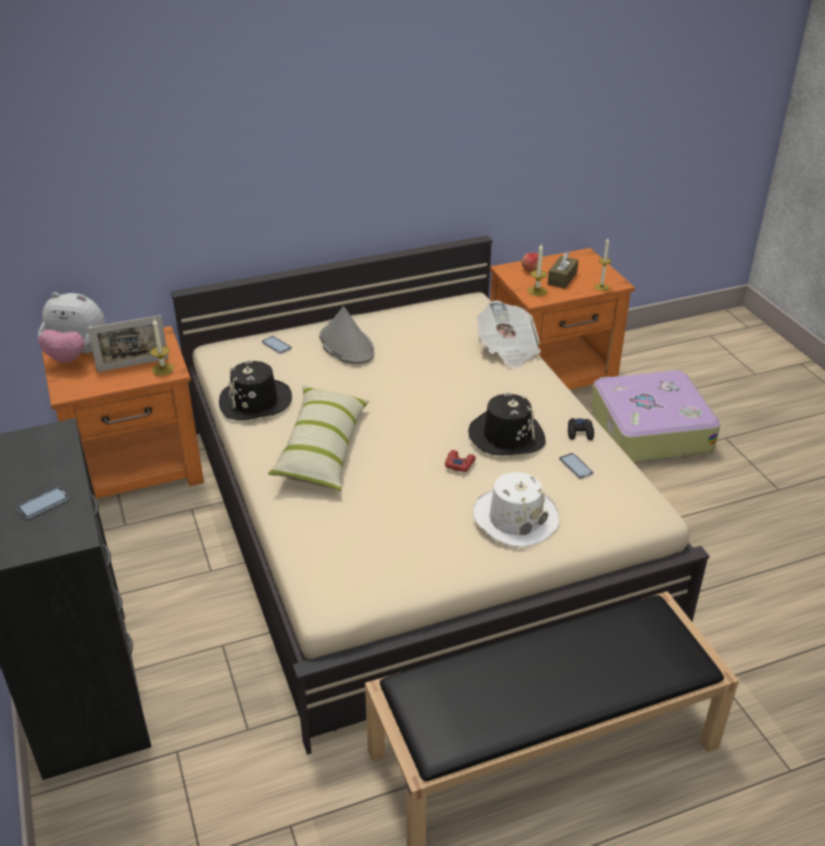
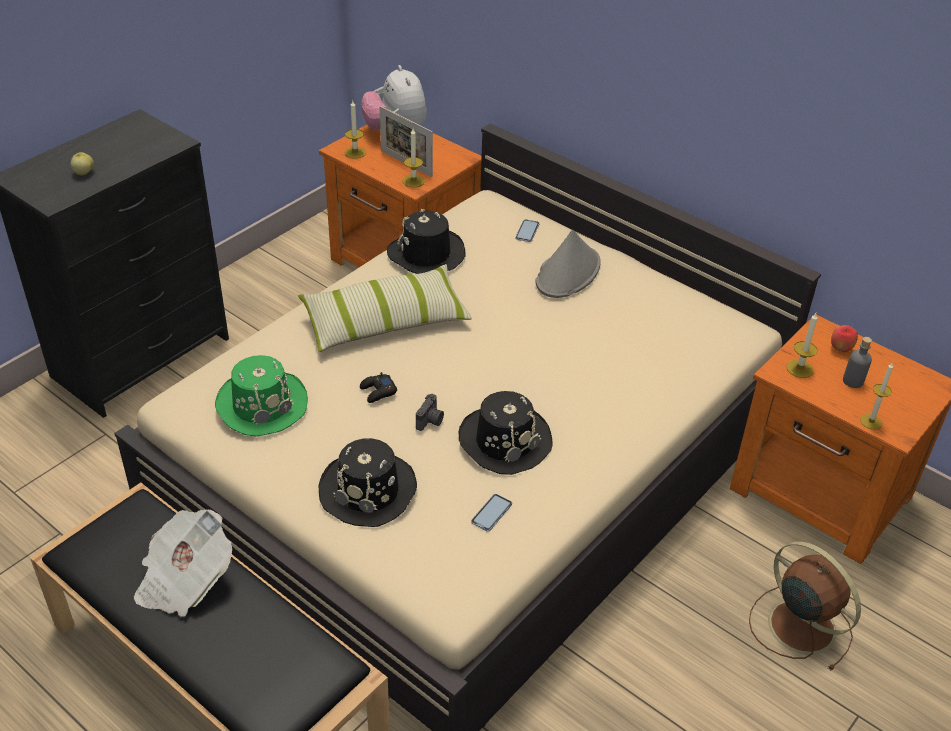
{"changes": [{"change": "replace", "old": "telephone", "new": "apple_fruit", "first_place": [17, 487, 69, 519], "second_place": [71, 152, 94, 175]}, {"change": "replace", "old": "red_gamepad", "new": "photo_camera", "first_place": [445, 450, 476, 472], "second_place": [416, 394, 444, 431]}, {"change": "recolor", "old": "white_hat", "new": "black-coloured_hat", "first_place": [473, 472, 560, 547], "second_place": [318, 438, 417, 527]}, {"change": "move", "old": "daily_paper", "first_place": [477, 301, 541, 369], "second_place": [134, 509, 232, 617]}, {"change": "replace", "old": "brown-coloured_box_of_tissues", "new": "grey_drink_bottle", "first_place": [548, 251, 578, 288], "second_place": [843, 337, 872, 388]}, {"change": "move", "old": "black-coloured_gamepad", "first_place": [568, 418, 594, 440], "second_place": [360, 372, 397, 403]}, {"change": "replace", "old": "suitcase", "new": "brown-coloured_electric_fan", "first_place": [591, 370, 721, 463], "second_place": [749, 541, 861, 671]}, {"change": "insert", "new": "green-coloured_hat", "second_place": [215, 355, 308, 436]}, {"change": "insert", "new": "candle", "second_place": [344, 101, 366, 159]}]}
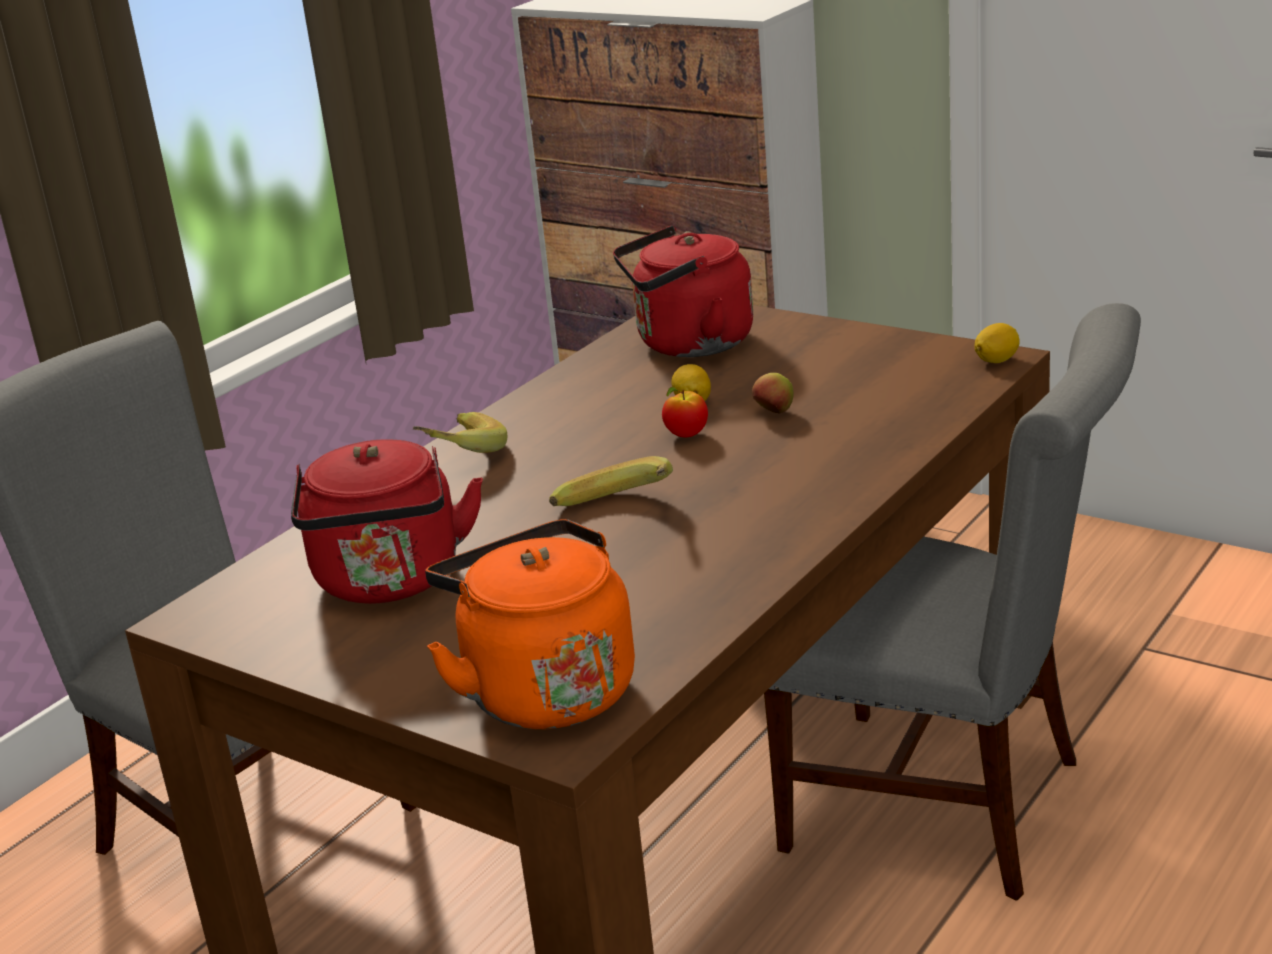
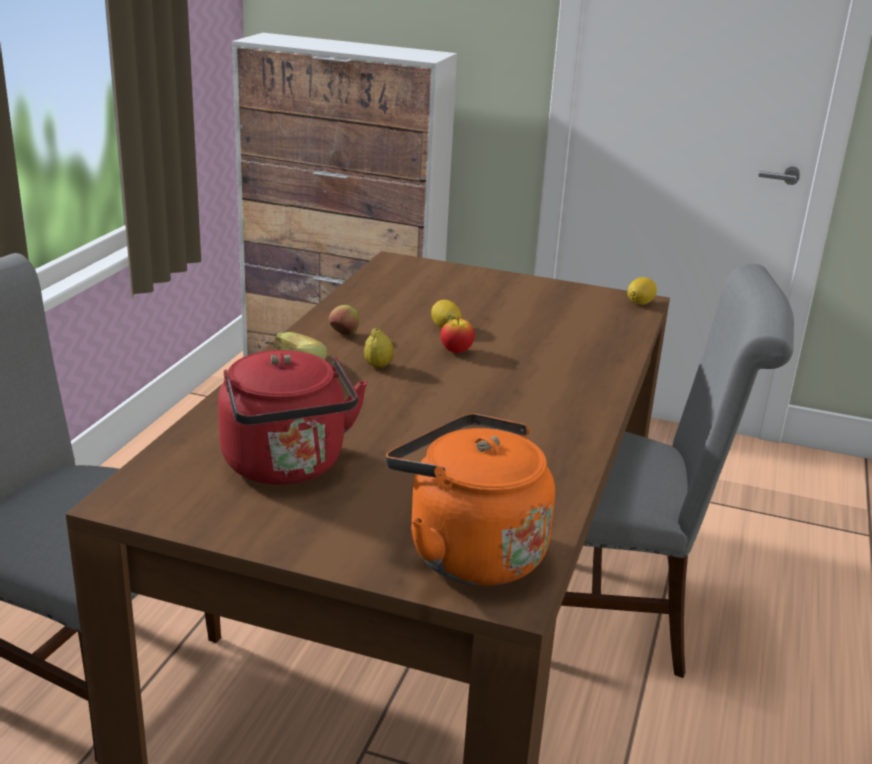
{"changes": [{"change": "delete", "old": "banana_fruit", "first_place": [549, 456, 673, 506]}, {"change": "delete", "old": "red_kettle", "first_place": [613, 226, 753, 357]}, {"change": "move", "old": "apple_fruit", "first_place": [752, 373, 794, 413], "second_place": [329, 305, 359, 335]}, {"change": "insert", "new": "whole_lemon", "second_place": [364, 328, 394, 368]}]}
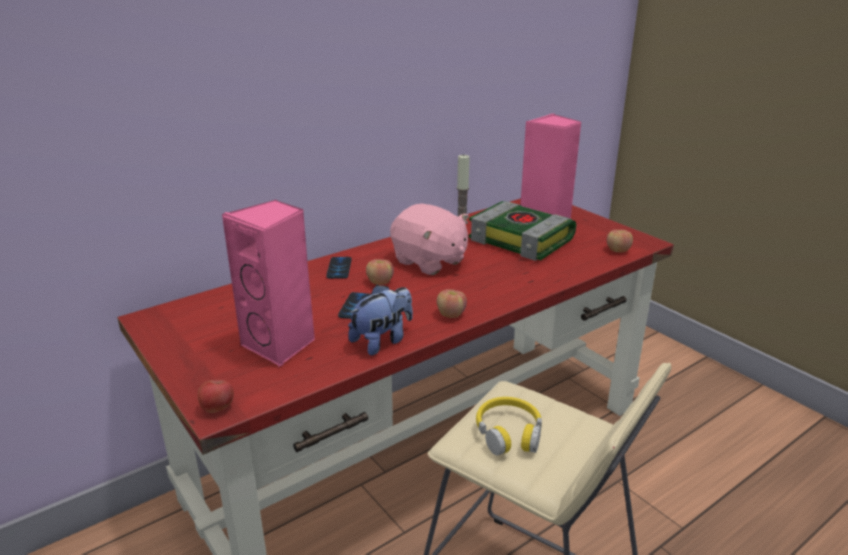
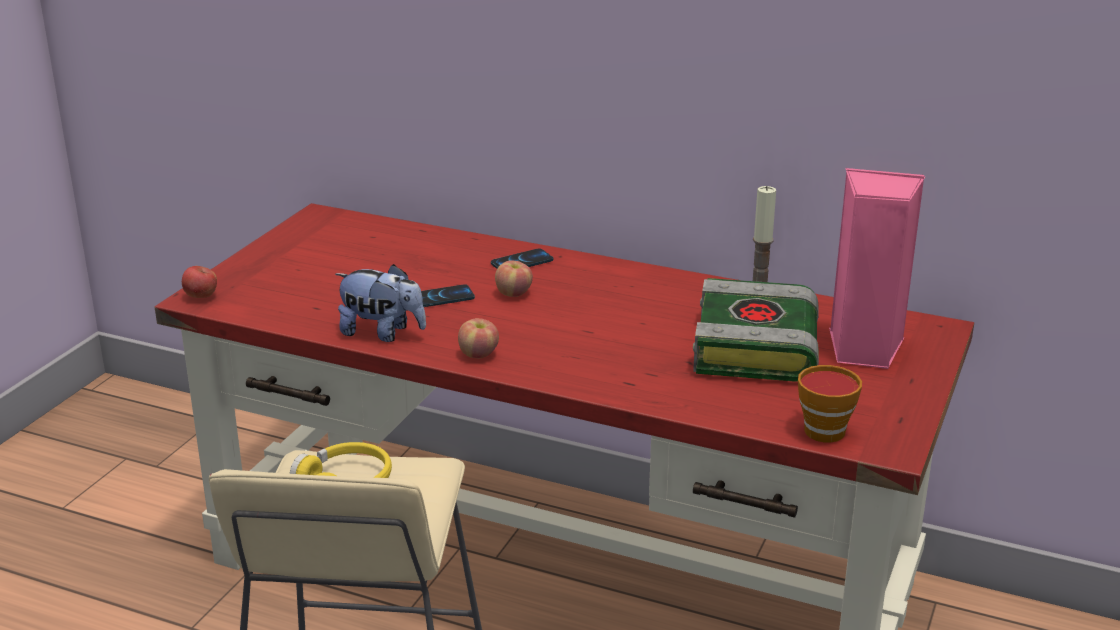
{"changes": [{"change": "delete", "old": "pinkish_speaker", "first_place": [222, 200, 315, 367]}, {"change": "delete", "old": "pinkish_cuddly_toy", "first_place": [390, 204, 469, 275]}, {"change": "replace", "old": "apple_fruit", "new": "drinking_cup", "first_place": [606, 230, 633, 252], "second_place": [798, 365, 862, 443]}]}
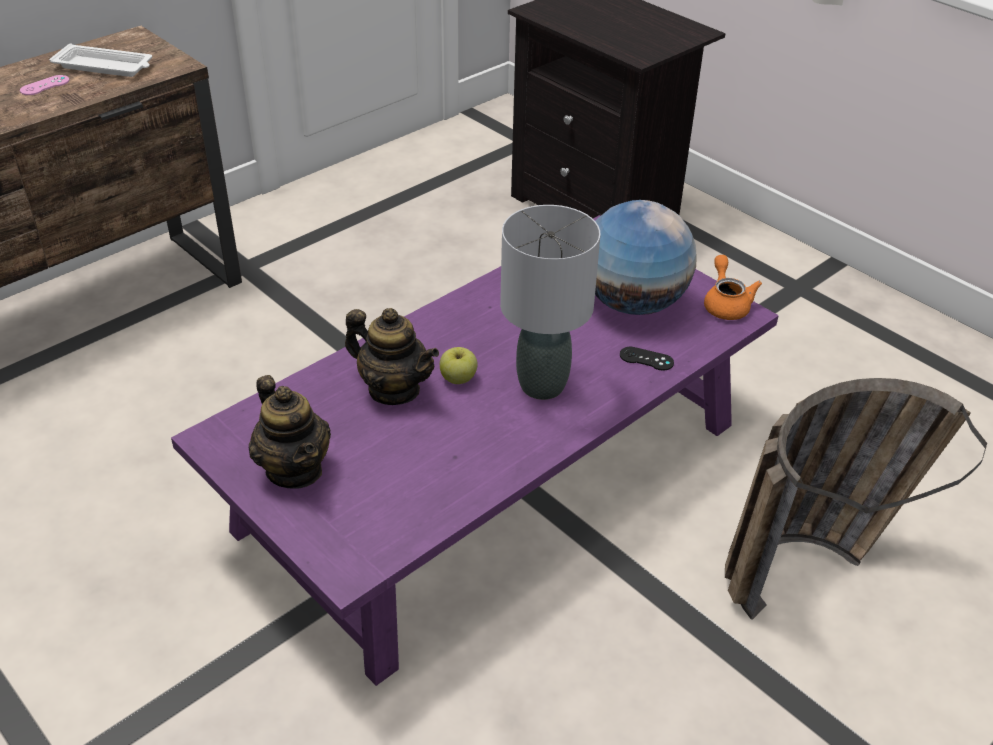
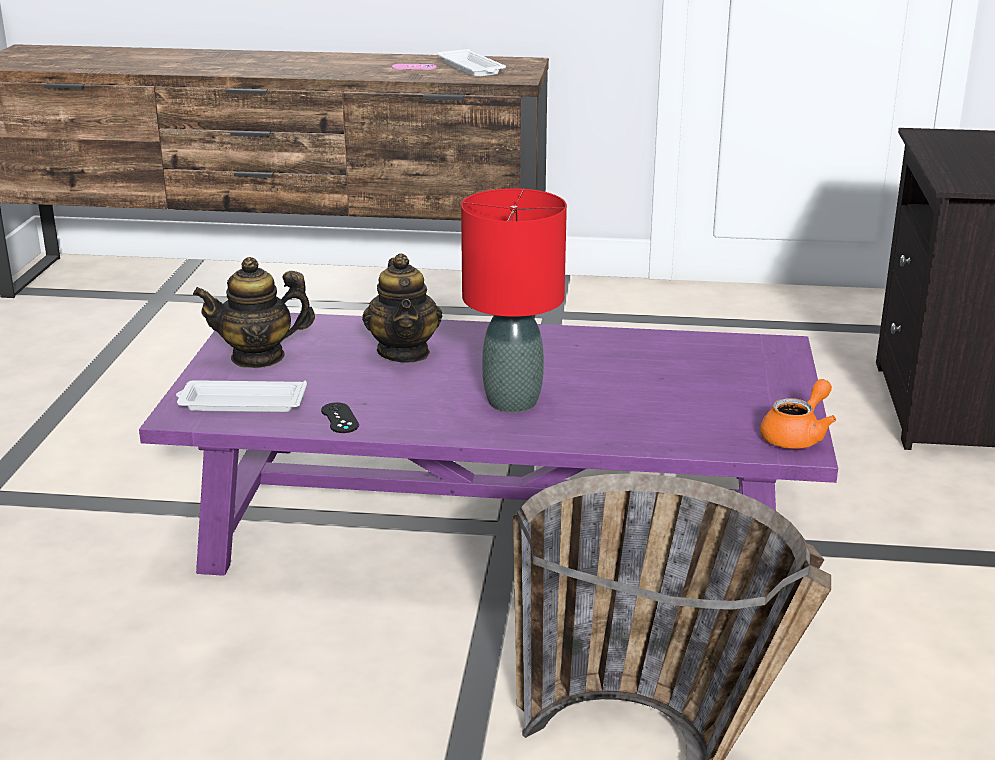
{"changes": [{"change": "rotate", "old": "pot_for_tea", "first_place": [249, 375, 331, 489], "second_place": [193, 257, 315, 368], "degrees": 60}, {"change": "delete", "old": "apple_fruit", "first_place": [440, 347, 478, 384]}, {"change": "recolor", "old": "grey_lamp_for_a_table", "new": "red_lamp_for_a_table", "first_place": [500, 205, 601, 400], "second_place": [461, 188, 567, 412]}, {"change": "delete", "old": "world_globe", "first_place": [595, 200, 696, 315]}, {"change": "move", "old": "black-coloured_gamepad", "first_place": [620, 347, 674, 371], "second_place": [321, 403, 359, 433]}, {"change": "insert", "new": "white_serving_tray", "second_place": [176, 380, 307, 412]}]}
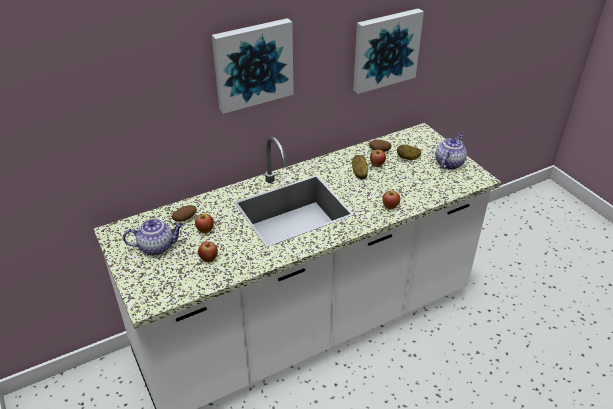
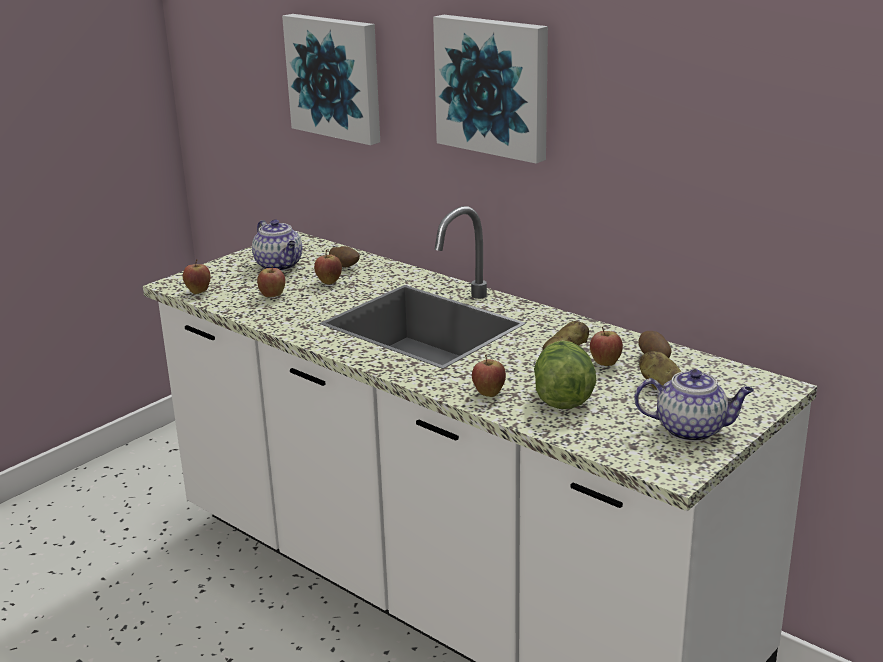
{"changes": [{"change": "move", "old": "wall_picture", "first_place": [353, 8, 424, 94], "second_place": [282, 14, 380, 145]}, {"change": "insert", "new": "apple_fruit", "second_place": [183, 259, 211, 294]}, {"change": "insert", "new": "lettuce", "second_place": [534, 341, 596, 409]}]}
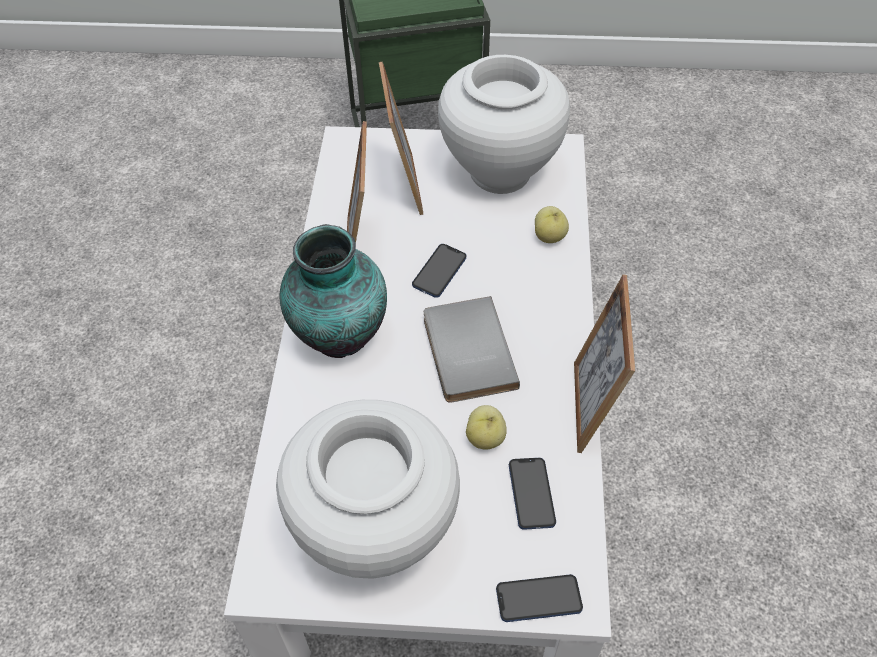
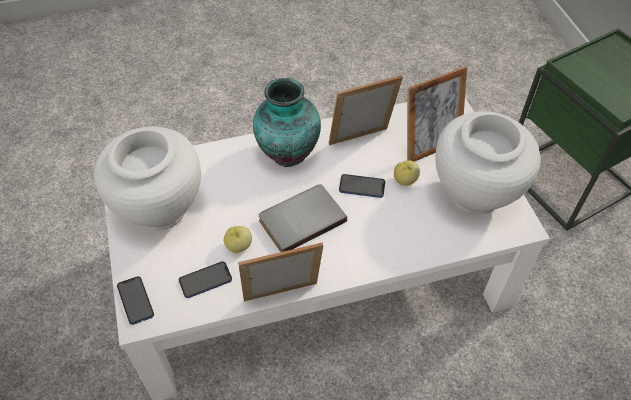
{"changes": [{"change": "move", "old": "apple_fruit", "first_place": [535, 206, 569, 243], "second_place": [394, 161, 420, 186]}]}
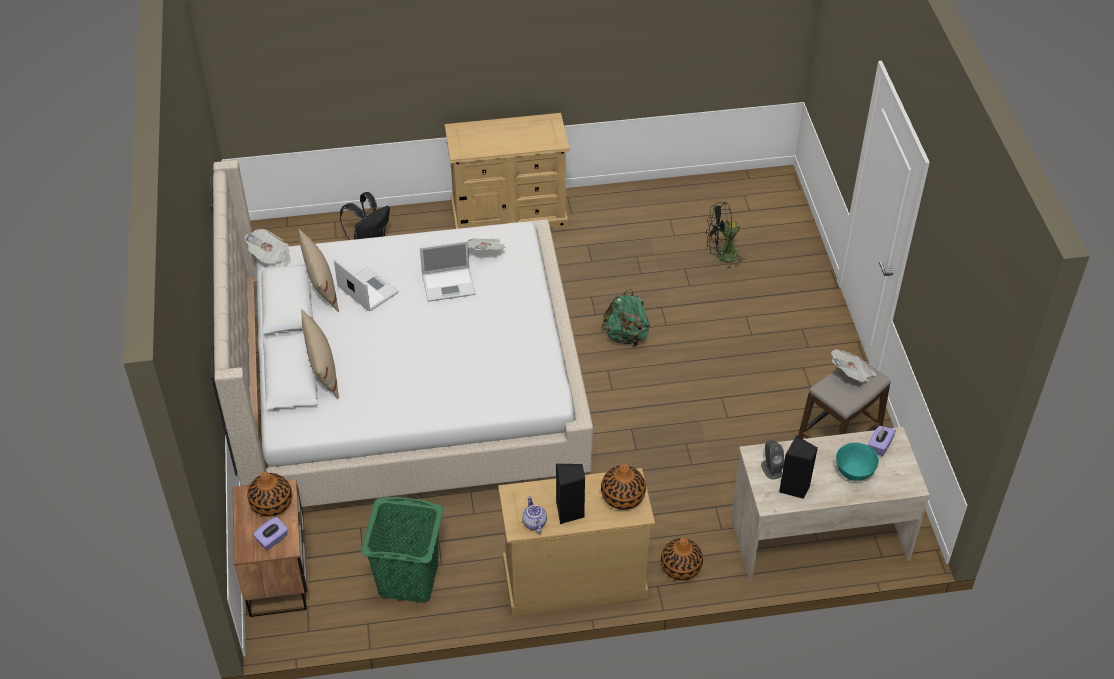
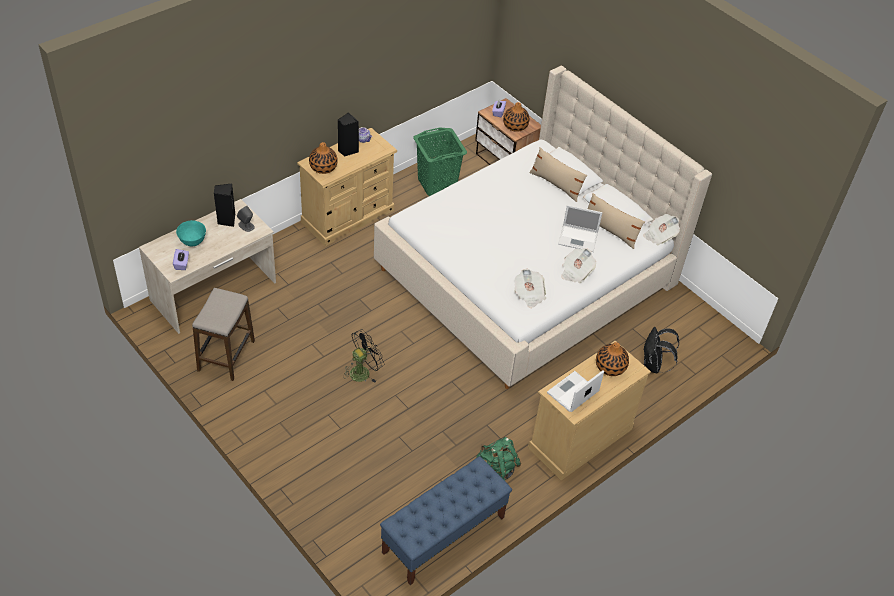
{"changes": [{"change": "move", "old": "notebook_computer", "first_place": [420, 241, 476, 302], "second_place": [547, 370, 604, 412]}, {"change": "move", "old": "green-coloured_knapsack", "first_place": [601, 289, 650, 346], "second_place": [476, 437, 521, 480]}, {"change": "move", "old": "vase", "first_place": [661, 538, 703, 580], "second_place": [596, 342, 629, 376]}, {"change": "move", "old": "black-coloured_electric_fan", "first_place": [706, 202, 747, 269], "second_place": [343, 329, 385, 382]}, {"change": "move", "old": "daily_paper", "first_place": [831, 349, 876, 382], "second_place": [561, 248, 596, 283]}, {"change": "insert", "new": "blue-coloured_long_seat", "second_place": [380, 456, 512, 585]}]}
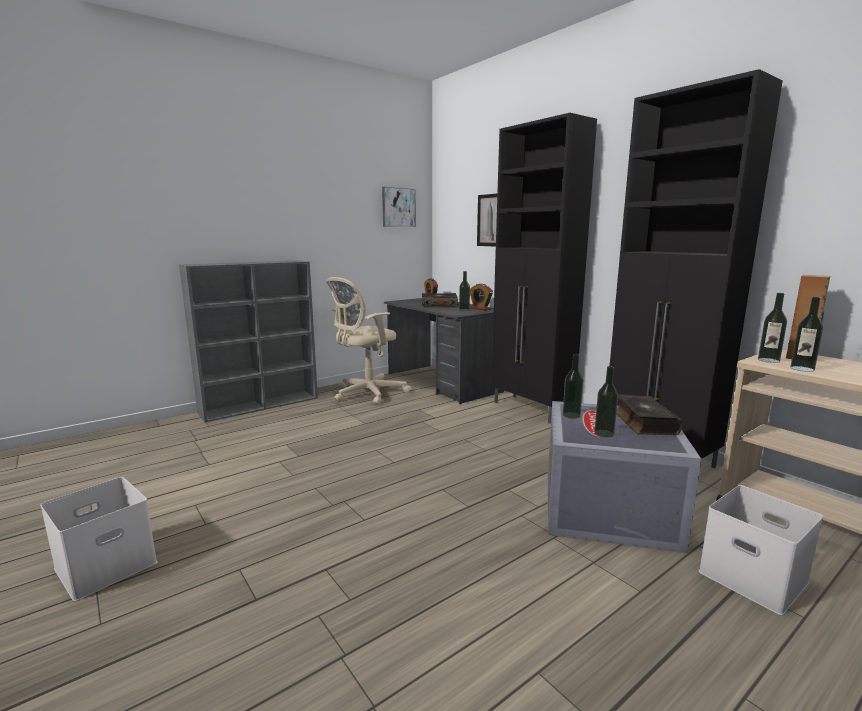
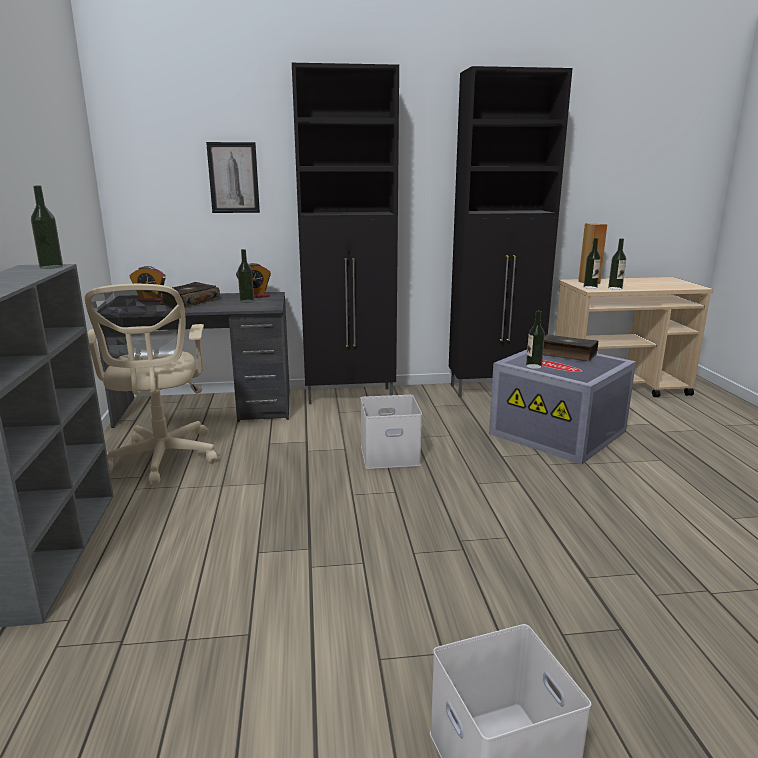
{"changes": [{"change": "delete", "old": "wall_picture", "first_place": [382, 187, 416, 227]}, {"change": "move", "old": "drink_bottle", "first_place": [594, 366, 618, 437], "second_place": [31, 186, 63, 269]}, {"change": "move", "old": "white_storage_container", "first_place": [699, 485, 824, 615], "second_place": [361, 395, 422, 469]}]}
